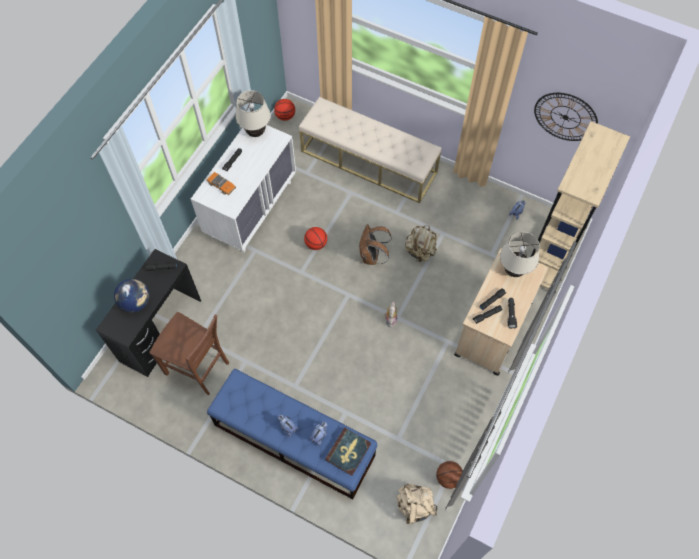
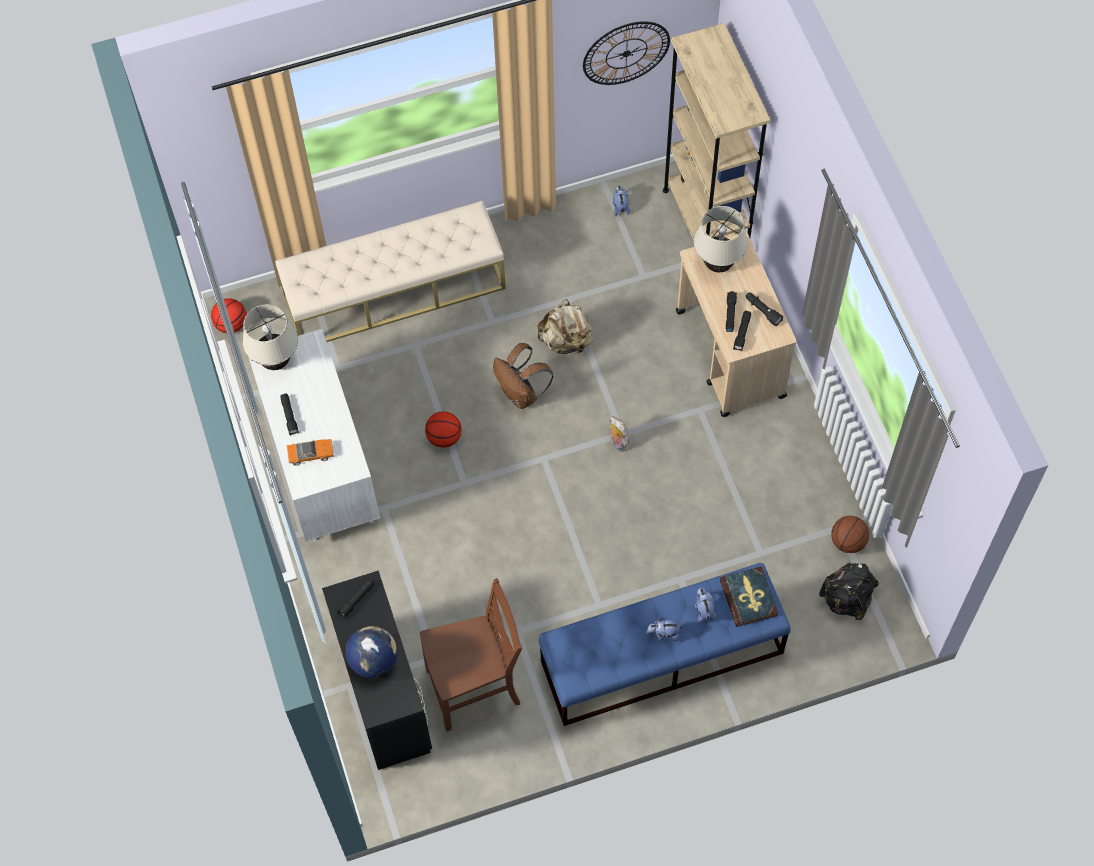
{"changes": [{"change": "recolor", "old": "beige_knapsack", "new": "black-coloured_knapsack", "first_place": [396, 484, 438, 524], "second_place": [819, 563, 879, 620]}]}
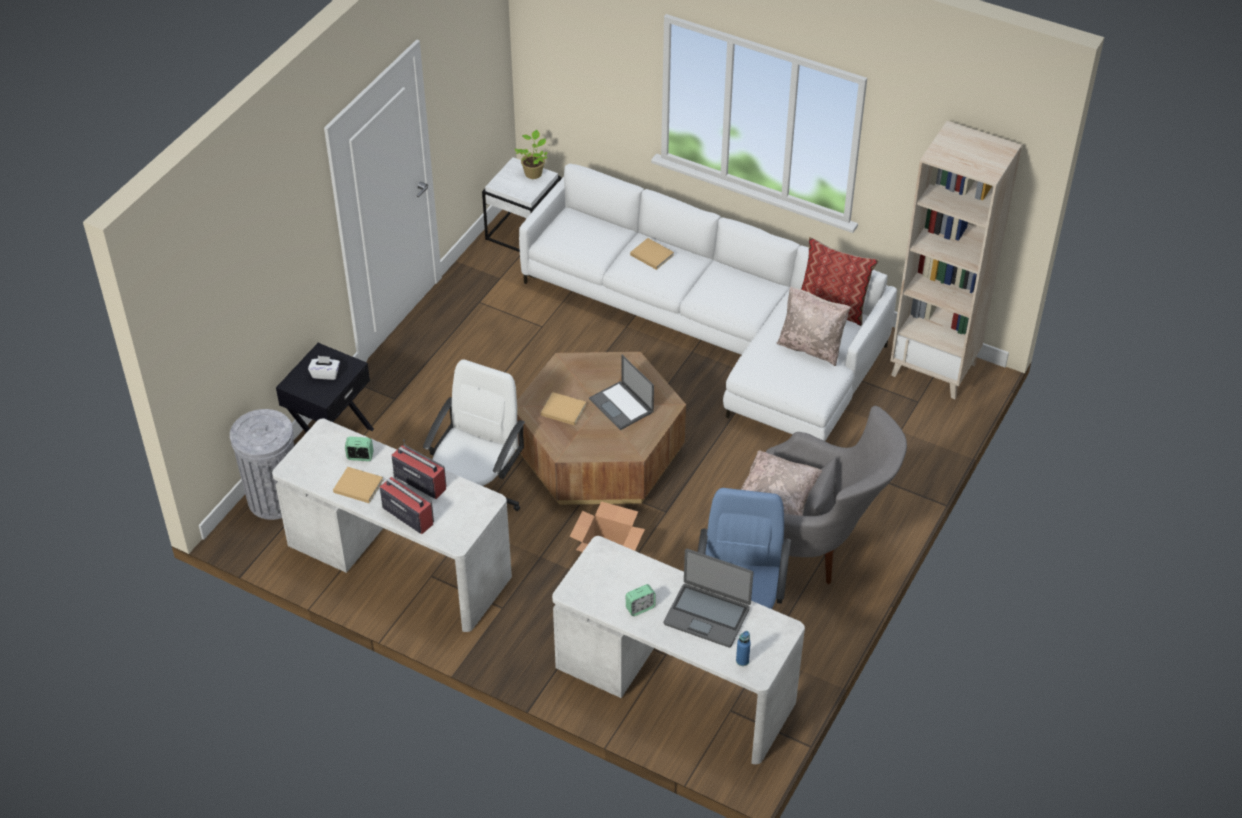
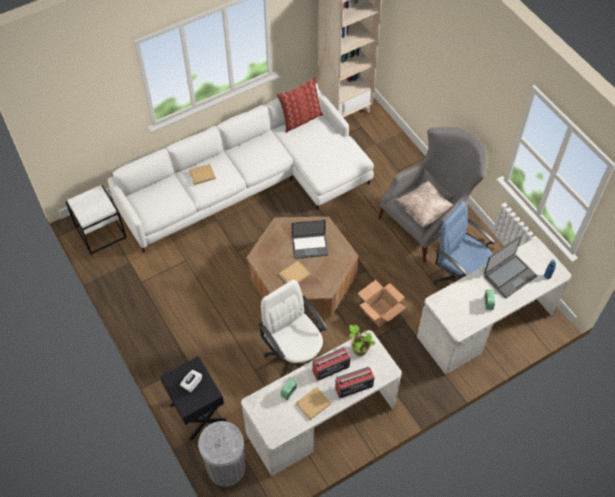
{"changes": [{"change": "move", "old": "plant_in_a_pot", "first_place": [515, 130, 547, 179], "second_place": [349, 325, 375, 356]}, {"change": "delete", "old": "beige_pillow", "first_place": [777, 286, 851, 366]}]}
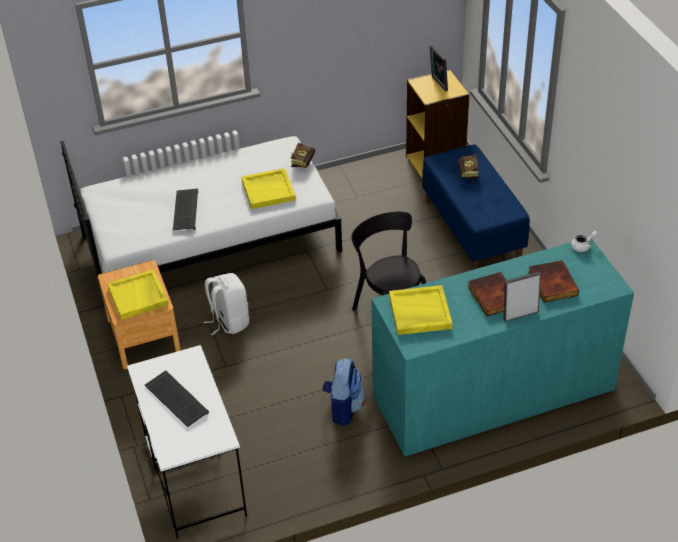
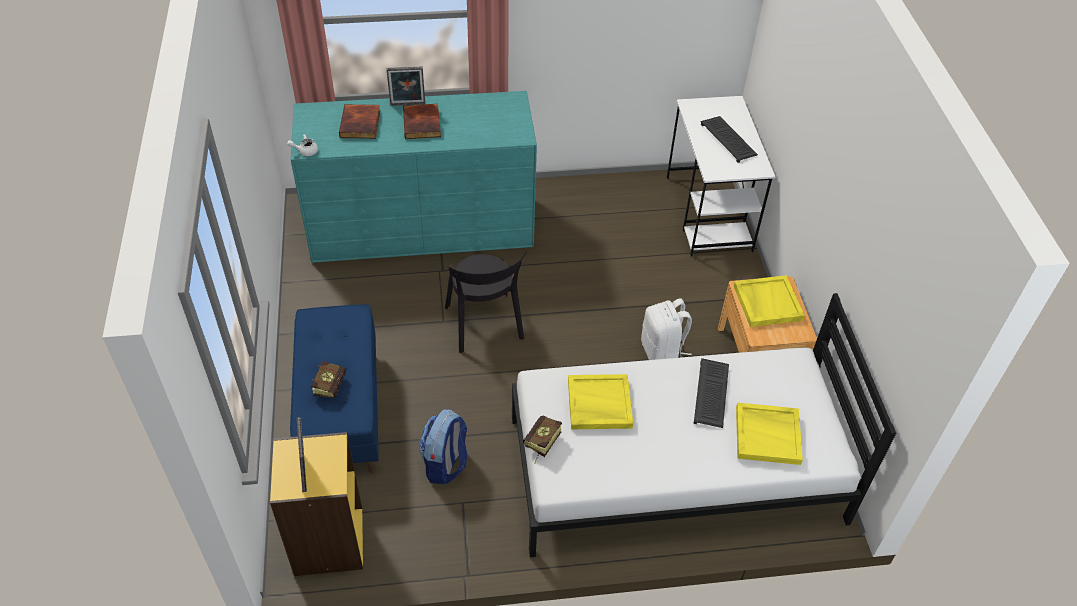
{"changes": [{"change": "move", "old": "knapsack", "first_place": [322, 358, 366, 426], "second_place": [420, 409, 467, 484]}, {"change": "move", "old": "yellowish_serving_tray", "first_place": [389, 285, 453, 335], "second_place": [736, 403, 803, 465]}]}
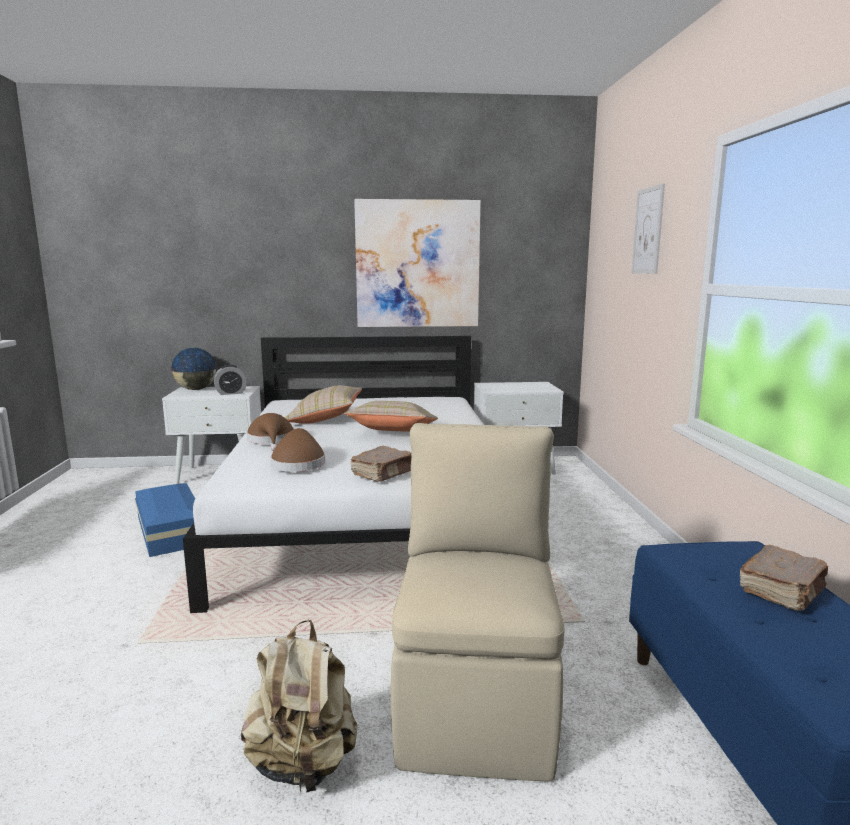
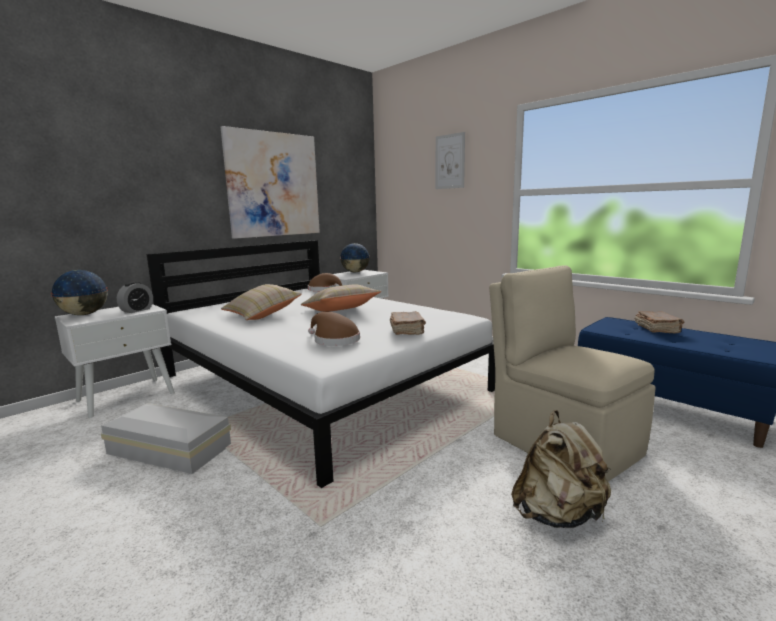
{"changes": [{"change": "recolor", "old": "blue-coloured_storage_container", "new": "white_storage_container", "first_place": [135, 483, 195, 557], "second_place": [101, 403, 231, 474]}, {"change": "move", "old": "brown-coloured_hat", "first_place": [246, 413, 294, 451], "second_place": [308, 273, 342, 291]}, {"change": "insert", "new": "world_globe", "second_place": [340, 243, 370, 272]}]}
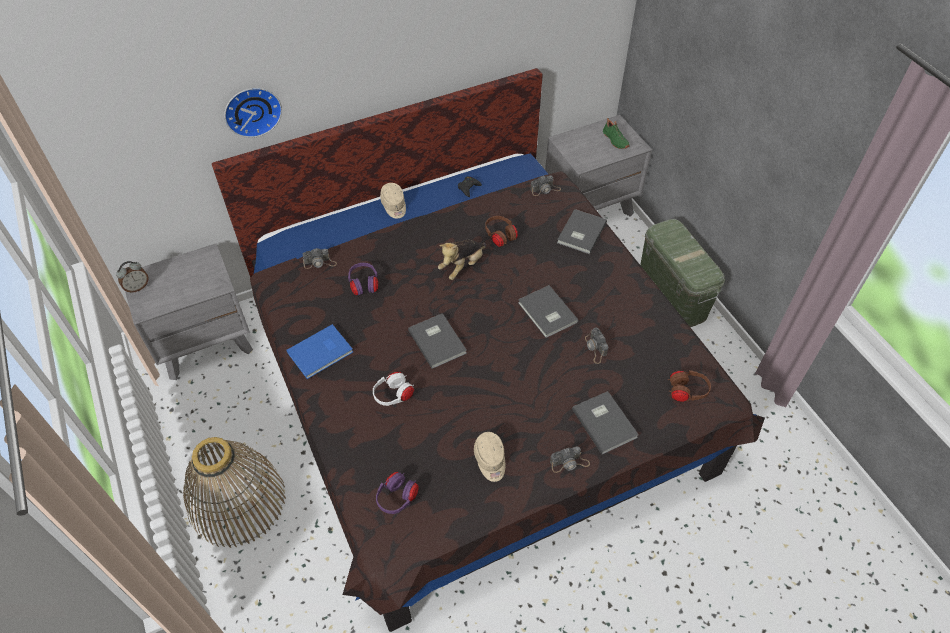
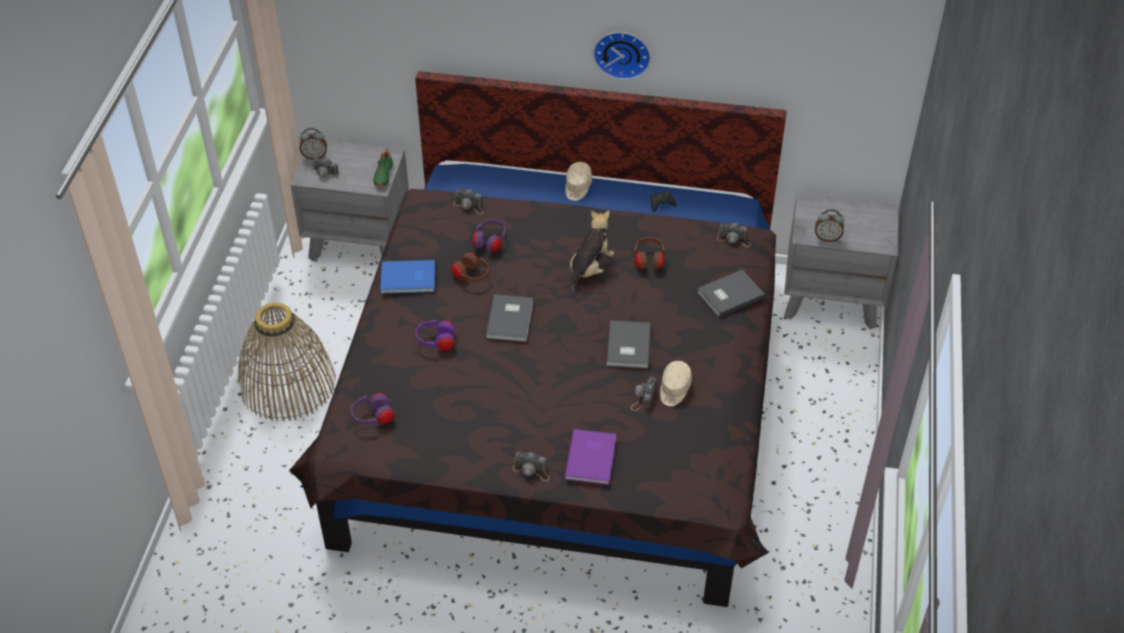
{"changes": [{"change": "move", "old": "clock_on_the_wall", "first_place": [224, 88, 282, 138], "second_place": [593, 32, 651, 80]}, {"change": "recolor", "old": "white_pair_of_headphones", "new": "purplish_pair_of_headphones", "first_place": [373, 371, 414, 406], "second_place": [416, 320, 457, 351]}, {"change": "rotate", "old": "cuddly_toy", "first_place": [438, 240, 486, 280], "second_place": [570, 210, 614, 295], "degrees": 135}, {"change": "move", "old": "beige_baseball_cap", "first_place": [474, 432, 505, 482], "second_place": [660, 361, 692, 406]}, {"change": "recolor", "old": "grey_bound_book", "new": "purplish_bound_book", "first_place": [572, 391, 639, 455], "second_place": [564, 429, 616, 485]}, {"change": "move", "old": "green-coloured_item_of_footwear", "first_place": [603, 118, 630, 149], "second_place": [373, 148, 393, 186]}, {"change": "delete", "old": "green-coloured_storage_container", "first_place": [640, 219, 725, 327]}, {"change": "move", "old": "brown-coloured_pair_of_headphones", "first_place": [668, 370, 711, 402], "second_place": [451, 252, 489, 282]}, {"change": "insert", "new": "photo_camera", "second_place": [311, 158, 339, 182]}, {"change": "insert", "new": "alarm_clock", "second_place": [815, 209, 844, 242]}]}
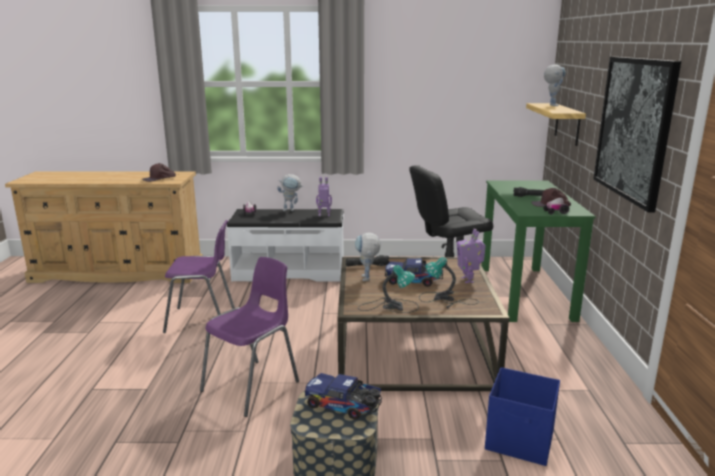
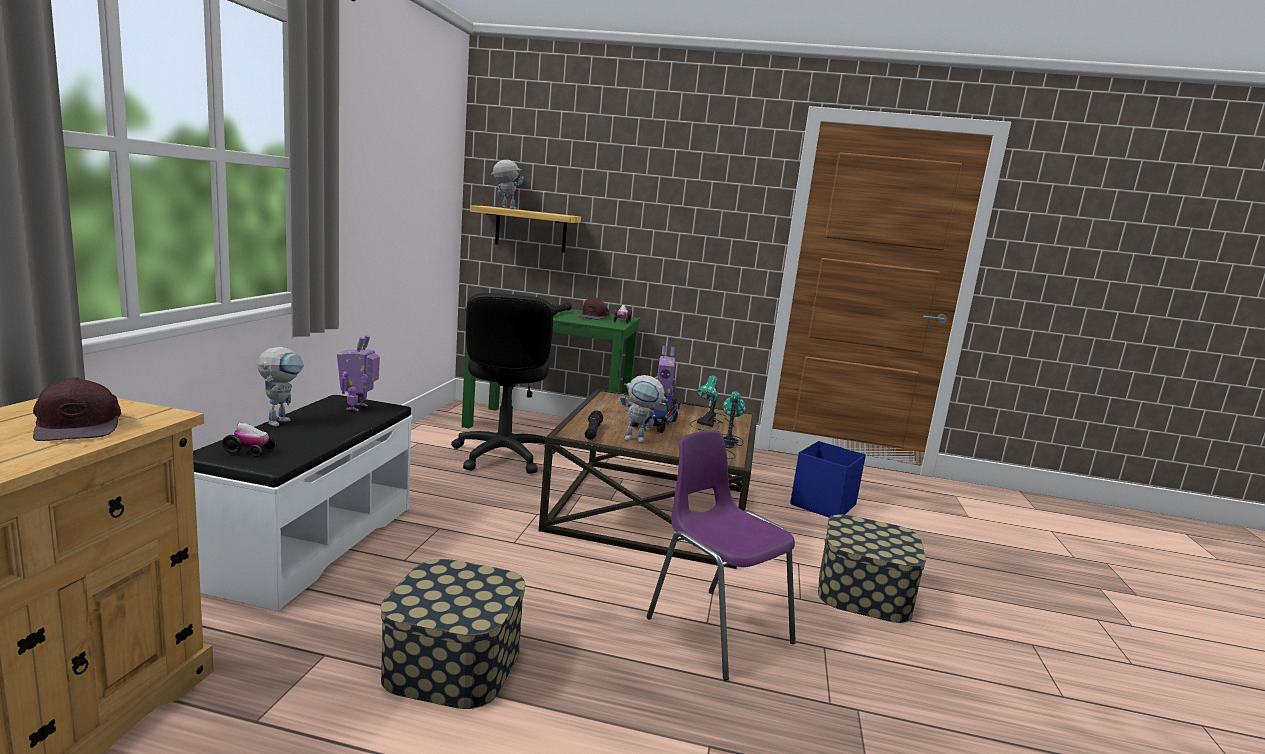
{"changes": [{"change": "replace", "old": "purplish_plain_chair", "new": "storage_container", "first_place": [163, 220, 235, 333], "second_place": [381, 559, 525, 709]}, {"change": "delete", "old": "toy_lorry", "first_place": [305, 373, 382, 420]}, {"change": "delete", "old": "wall_picture", "first_place": [593, 57, 681, 212]}]}
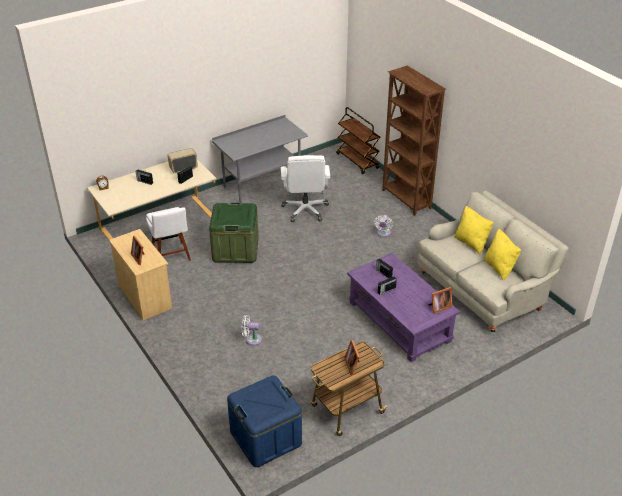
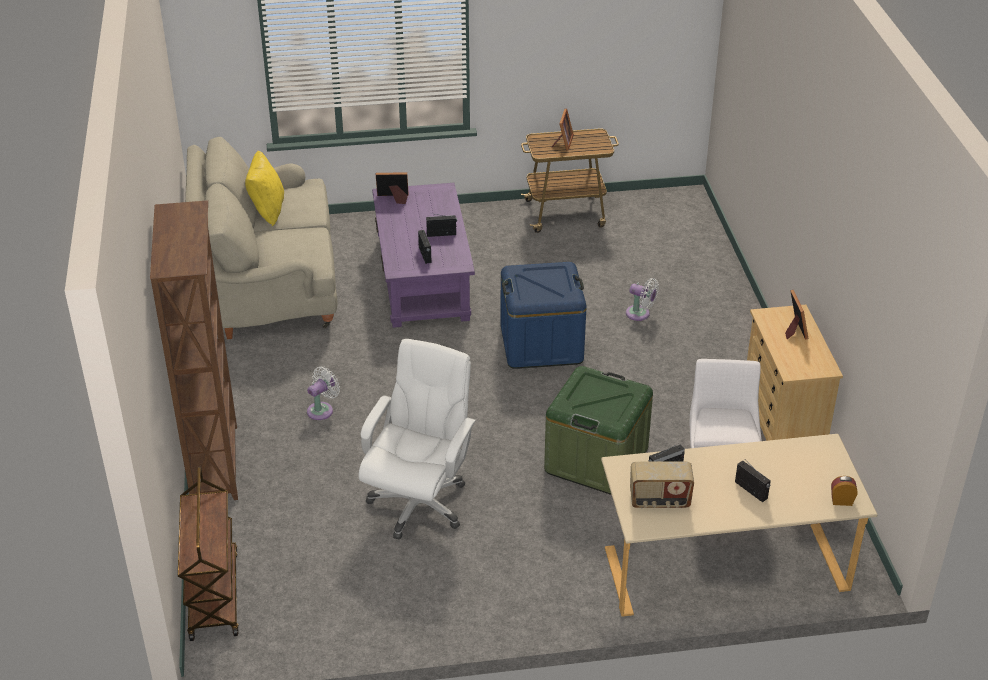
{"changes": [{"change": "delete", "old": "grey_desk_unit", "first_place": [212, 115, 308, 204]}, {"change": "move", "old": "blue-coloured_storage_container", "first_place": [227, 375, 302, 467], "second_place": [501, 262, 587, 369]}, {"change": "delete", "old": "yellowish_pillow", "first_place": [454, 206, 494, 254]}]}
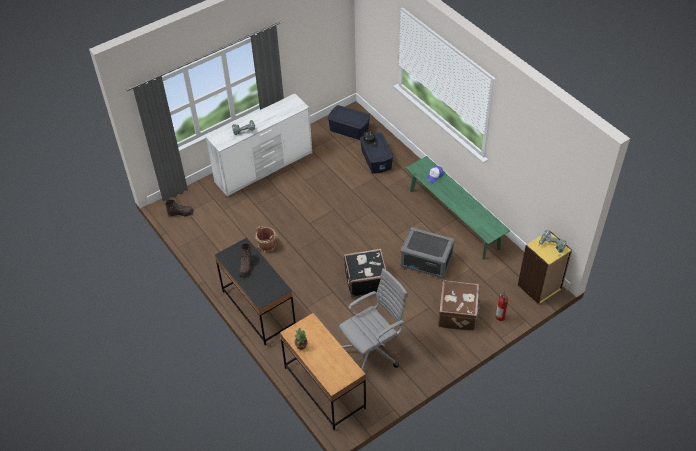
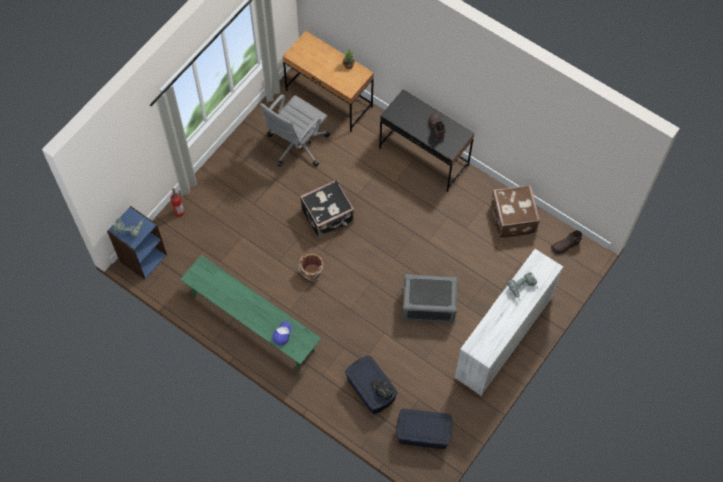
{"changes": [{"change": "move", "old": "brown-coloured_pail", "first_place": [256, 226, 278, 252], "second_place": [299, 254, 323, 281]}, {"change": "move", "old": "grey_storage_container", "first_place": [400, 227, 455, 279], "second_place": [402, 274, 458, 323]}, {"change": "move", "old": "brown-coloured_suitcase", "first_place": [438, 280, 481, 331], "second_place": [491, 185, 540, 239]}, {"change": "recolor", "old": "yellowish_shelving_unit", "new": "blue-coloured_shelving_unit", "first_place": [518, 230, 572, 304], "second_place": [107, 206, 167, 280]}]}
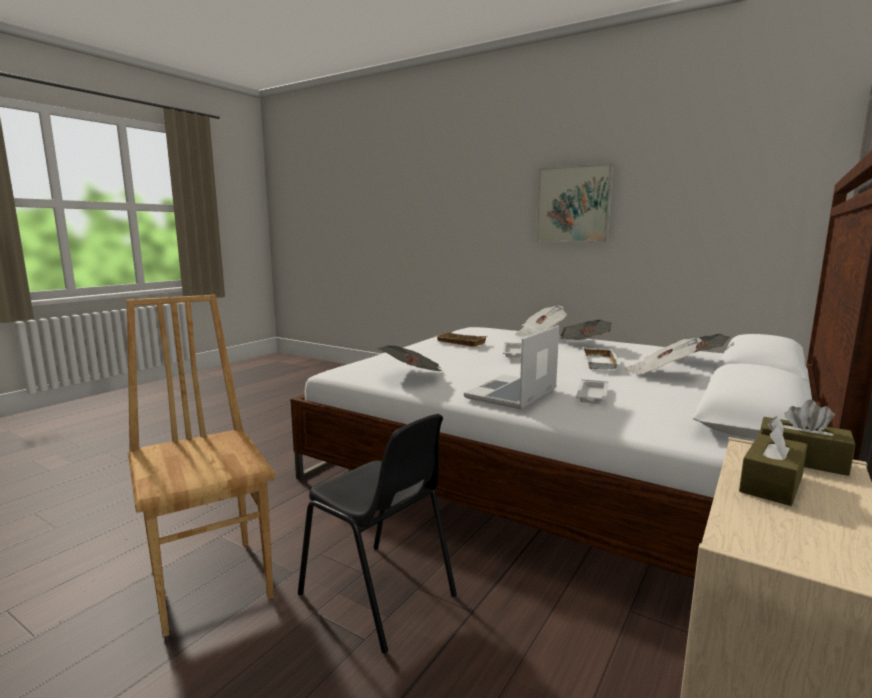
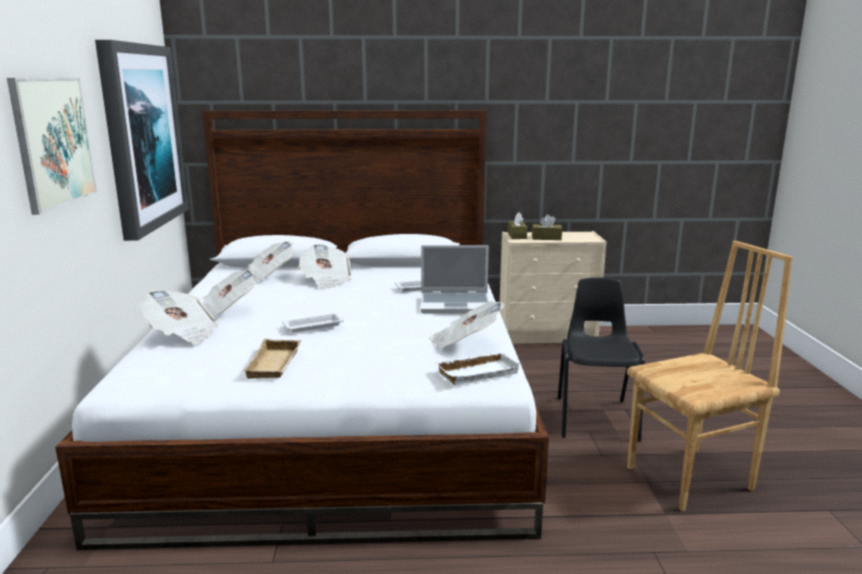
{"changes": [{"change": "rotate", "old": "brown-coloured_plain_chair", "first_place": [126, 295, 275, 637], "second_place": [627, 241, 793, 511], "degrees": -135}, {"change": "move", "old": "white_serving_tray", "first_place": [582, 347, 621, 369], "second_place": [434, 352, 521, 385]}, {"change": "insert", "new": "wall_picture", "second_place": [95, 40, 189, 241]}]}
